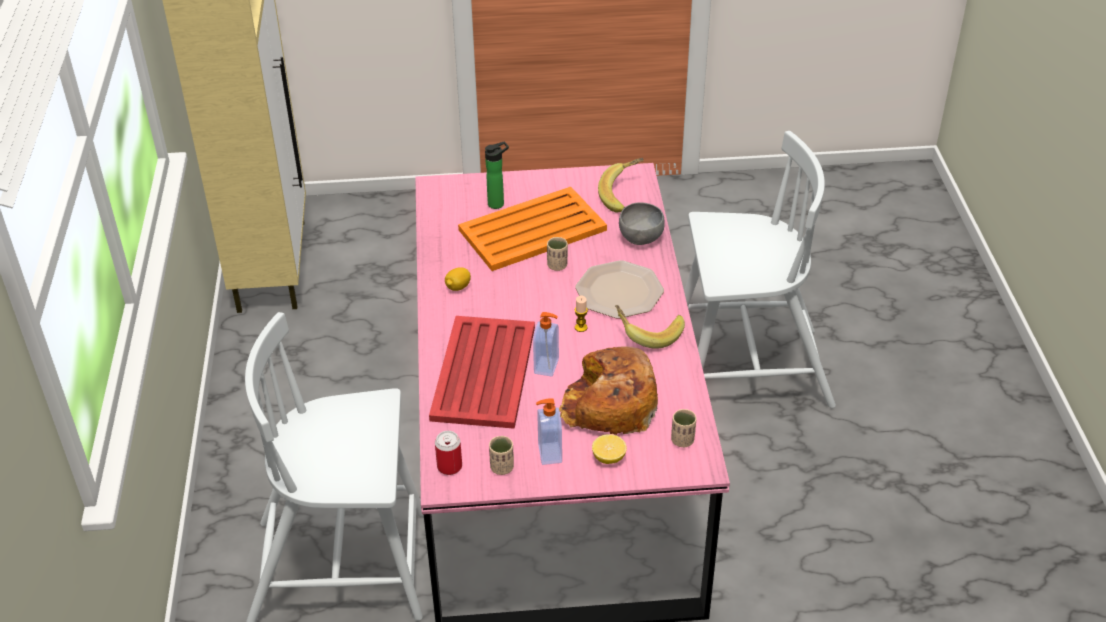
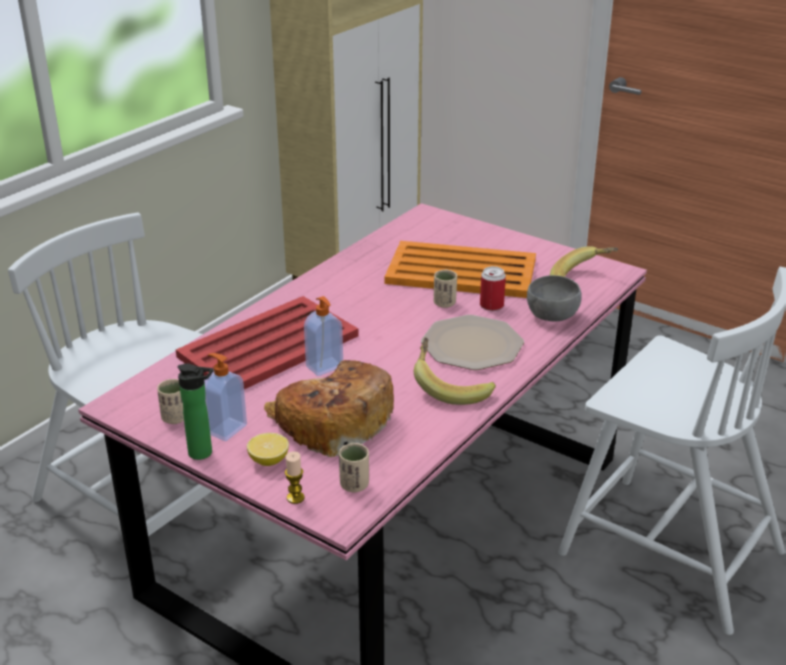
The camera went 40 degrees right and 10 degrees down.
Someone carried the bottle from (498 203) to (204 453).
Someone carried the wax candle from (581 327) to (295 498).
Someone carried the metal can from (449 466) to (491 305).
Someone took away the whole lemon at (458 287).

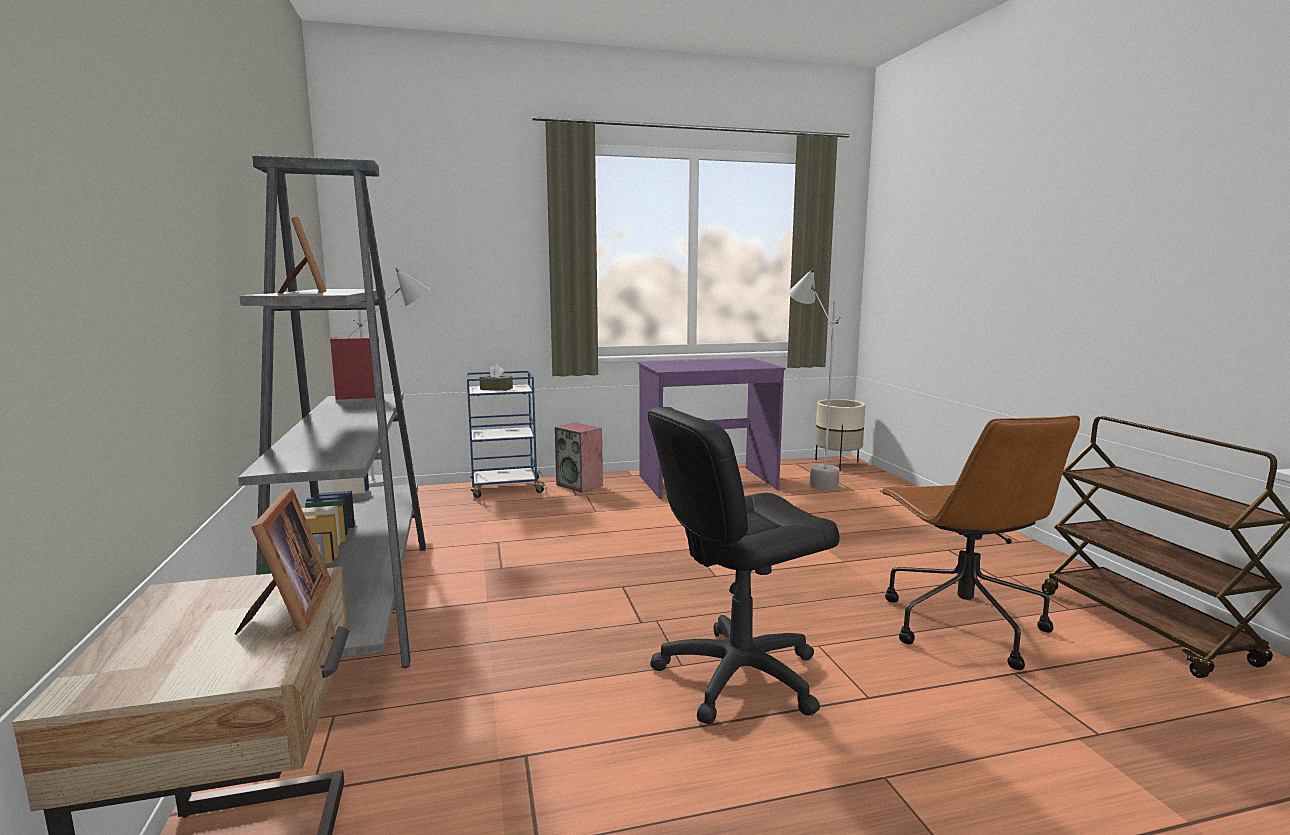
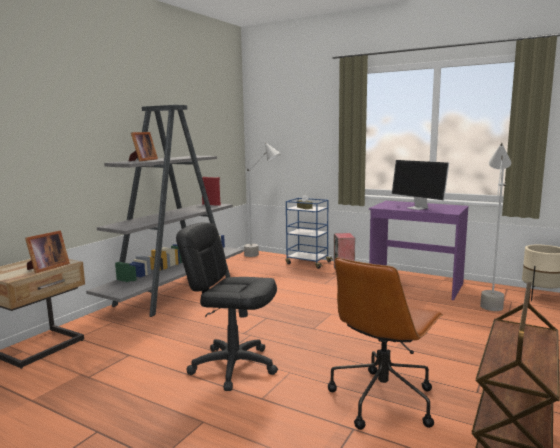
The camera went 45 degrees right and 0 degrees up.
Someone put down the computer display at (418 208).

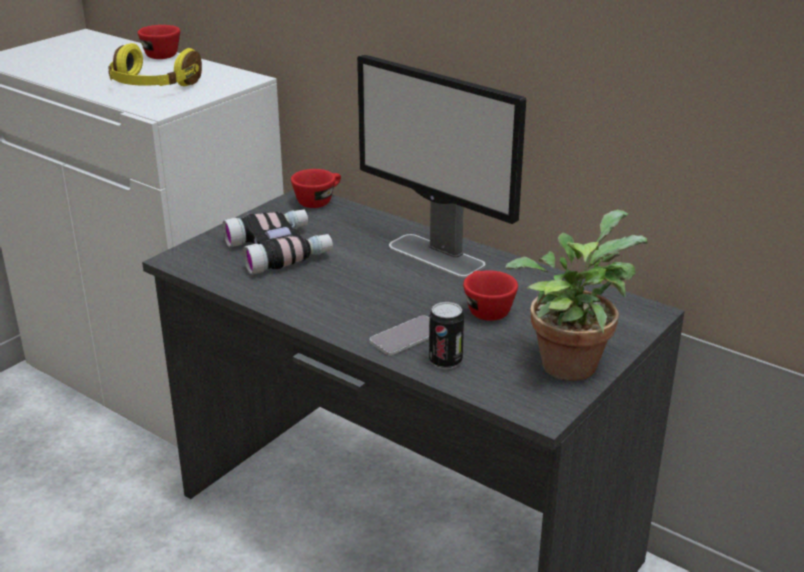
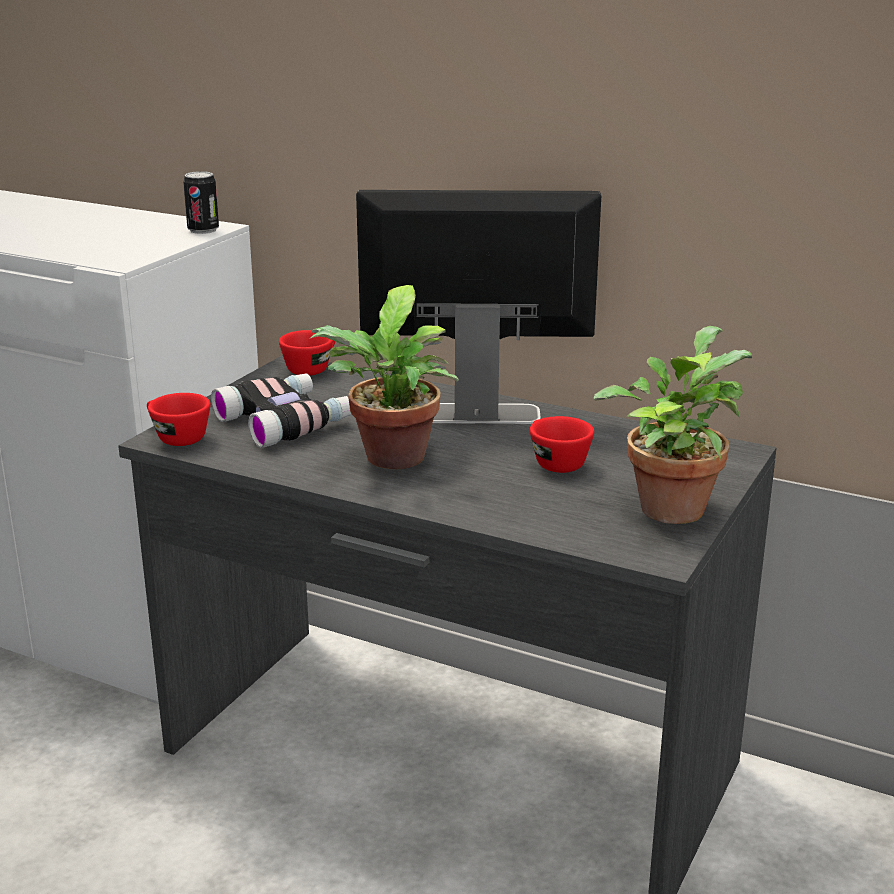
The camera went 10 degrees left and 5 degrees down.
Someone carried the red drinking cup from (158 55) to (175 437).
Someone carried the metal can from (445 361) to (203 230).
Someone put down the potted plant at (391 461).
Someone rotated the computer display at (437 256) by 150 degrees clockwise.
Someone took away the yellowish headphones at (153 86).
Someone took away the handset at (407 337).

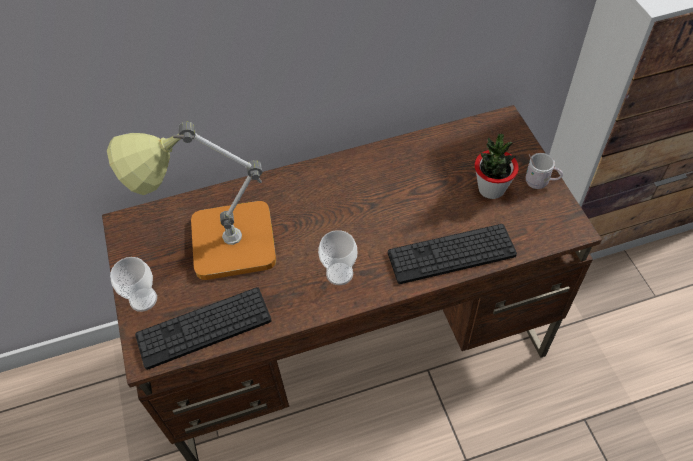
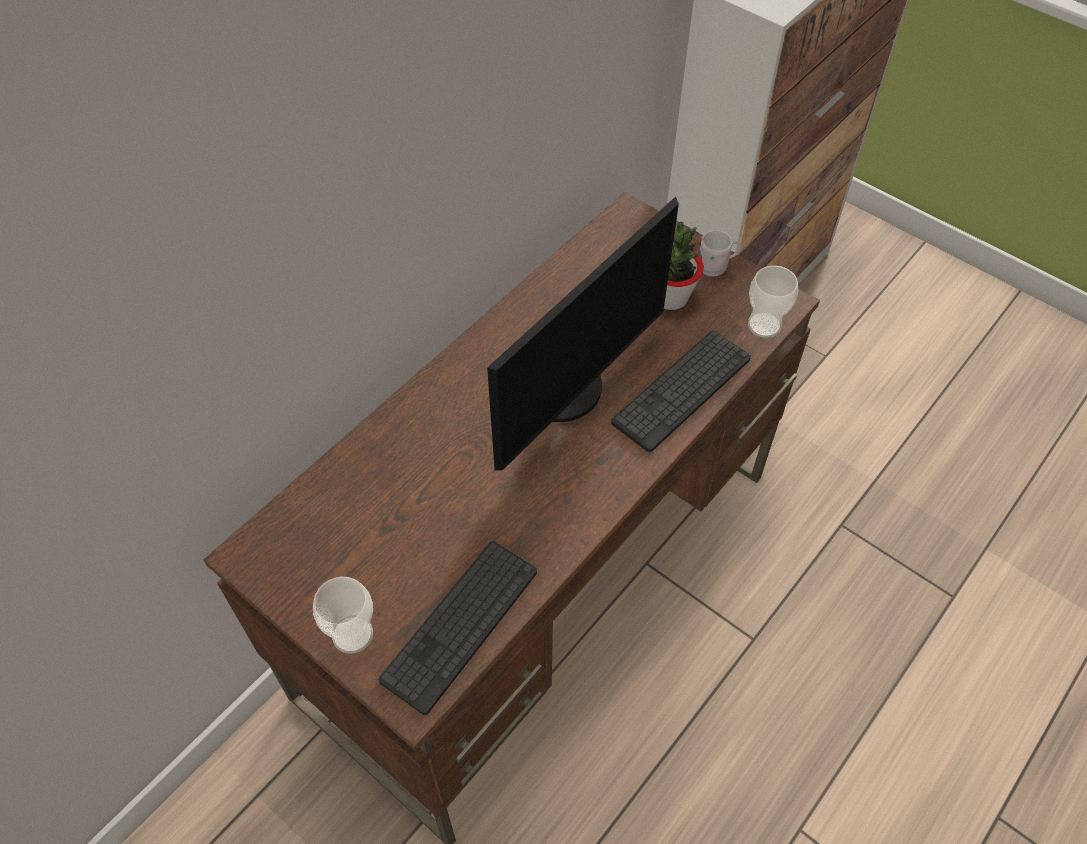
The camera went 35 degrees left and 0 degrees up.
Someone put down the computer display at (566 391).
Someone carried the drinking cup from (339 273) to (764 325).
Someone took away the tabletop lamp at (220 244).

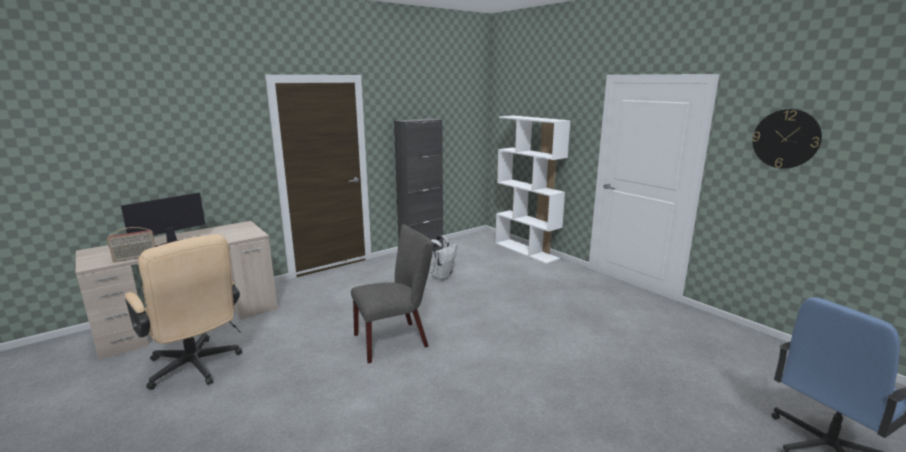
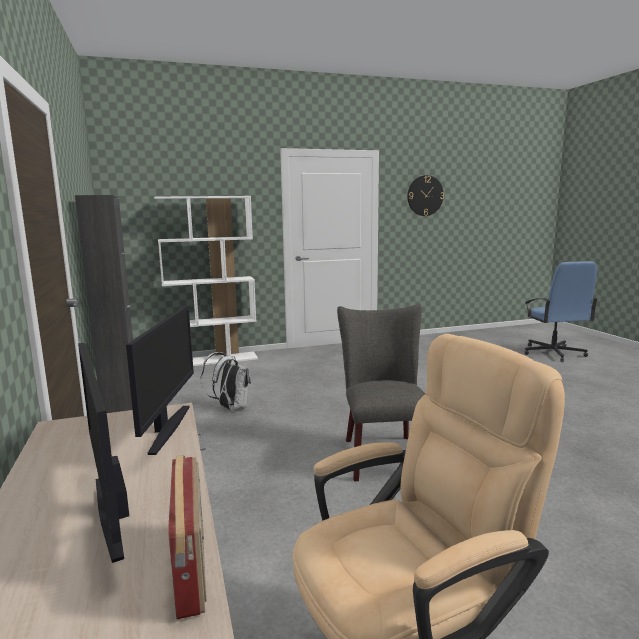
The camera went 70 degrees left and 5 degrees down.
Someone put down the computer display at (167 428).

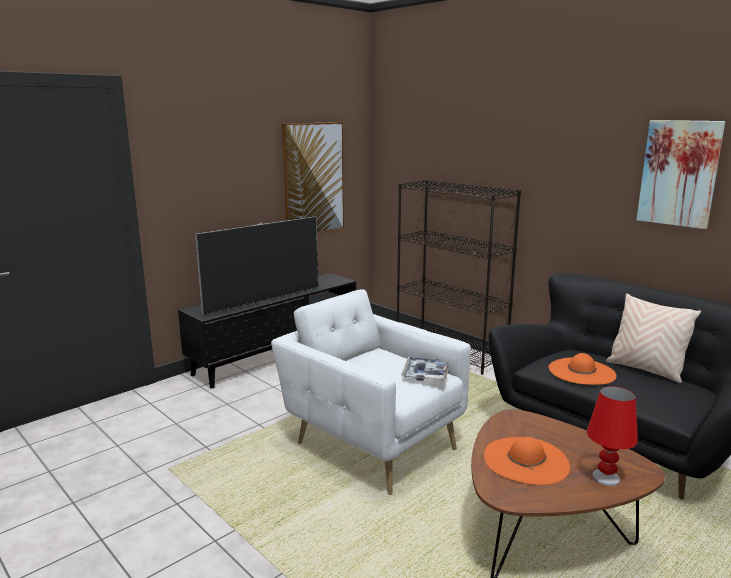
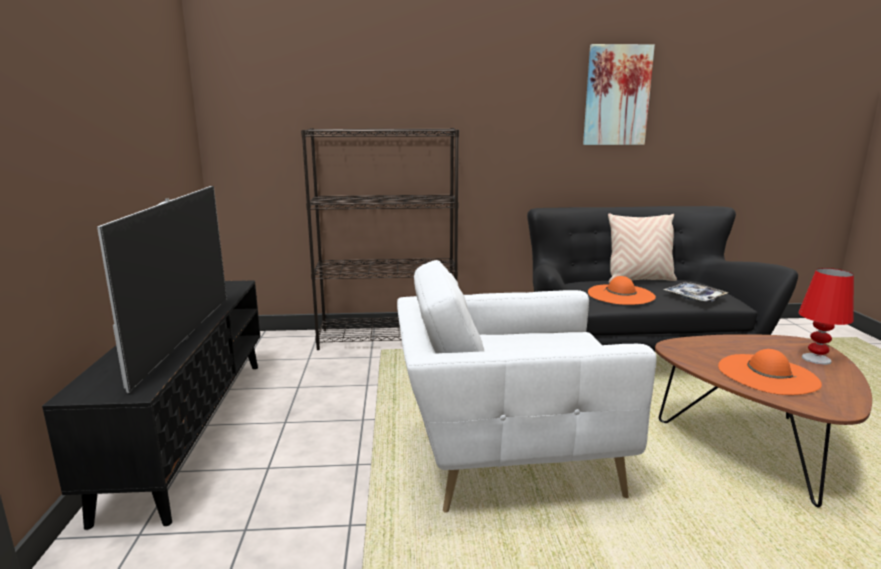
The camera went 50 degrees left and 0 degrees up.
Someone carried the carrying tray from (426 374) to (694 297).
Someone took away the picture at (313 179).

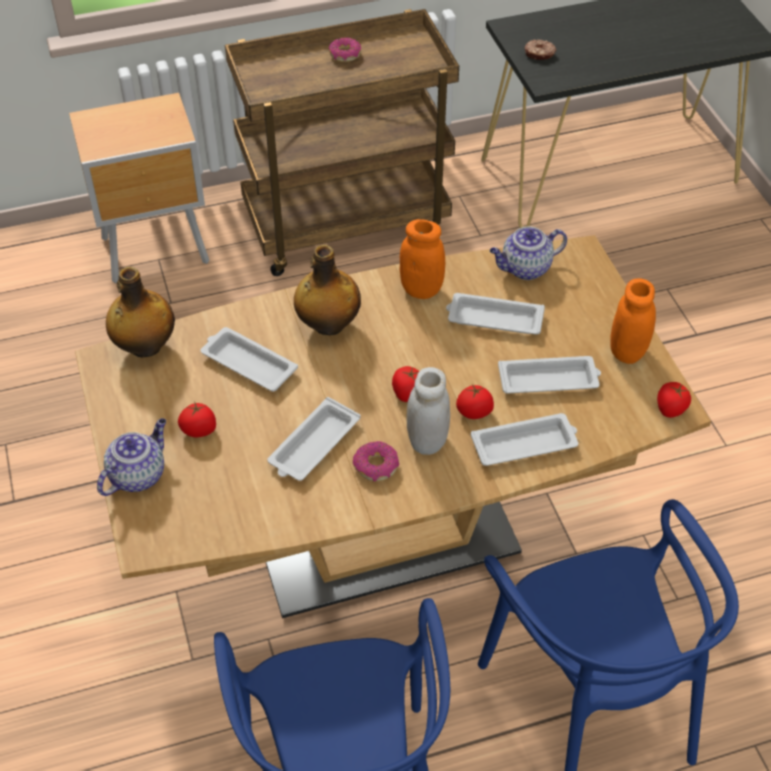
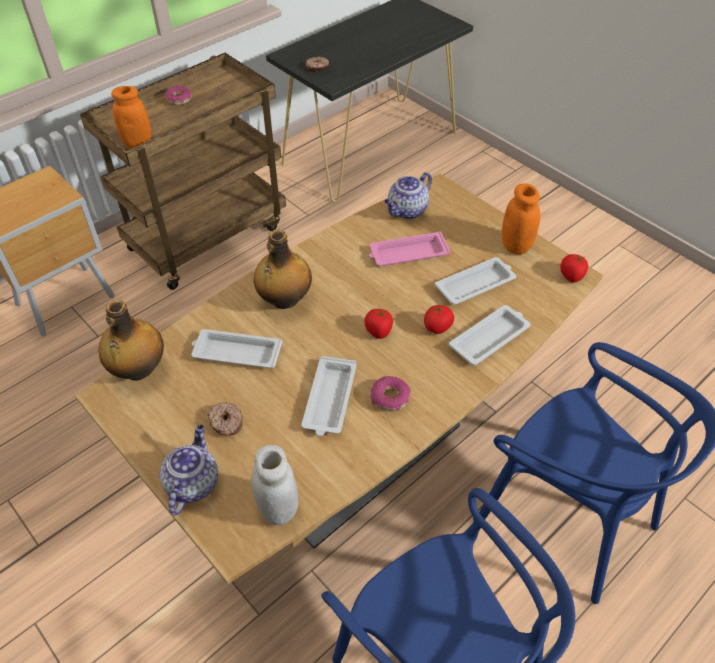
The camera went 25 degrees left and 0 degrees up.
Someone carried the orange jar from (421 289) to (138 143).
Someone swapped the tomato at (199 429) for the doughnut at (226 423).
Someone carried the white jar from (427 441) to (278 508).
Someone repainted the white carrying tray at (493 319), which became the pink-coloured carrying tray at (407 254).

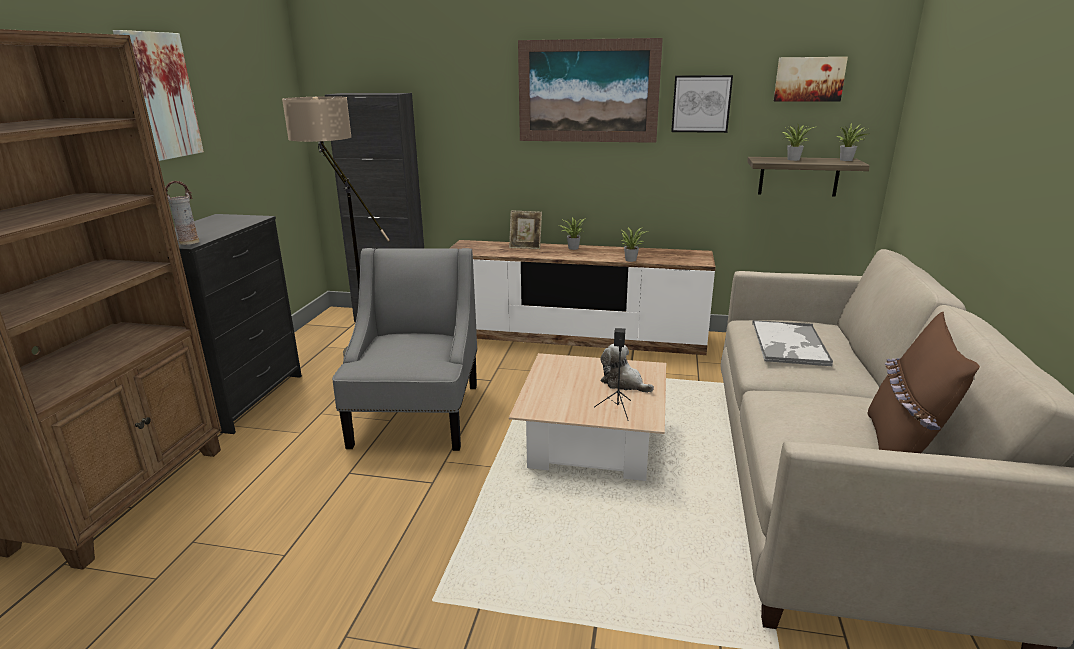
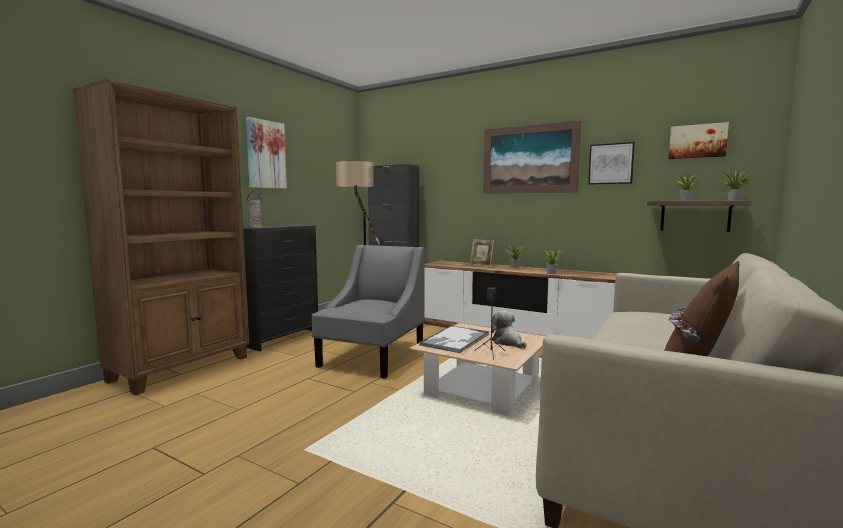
The camera went 20 degrees right and 15 degrees down.
Someone carried the carrying tray from (789 344) to (455 340).

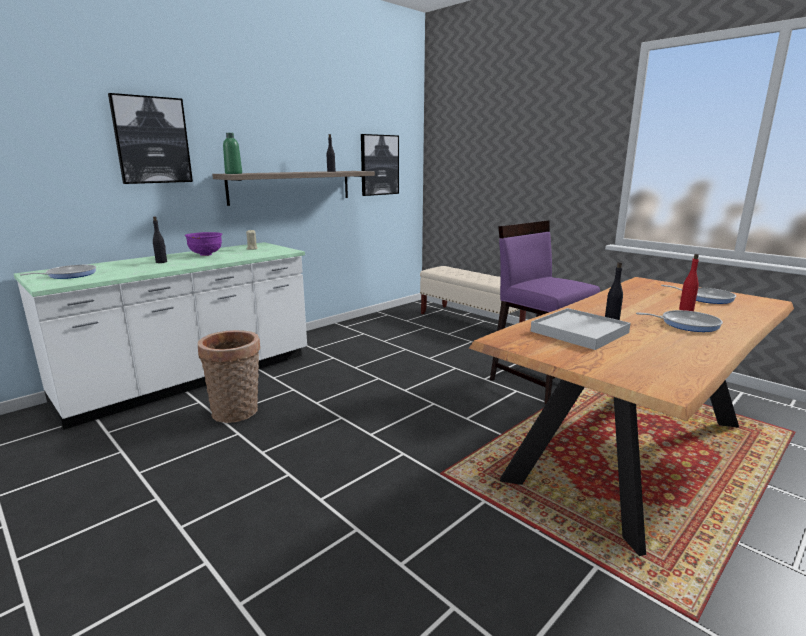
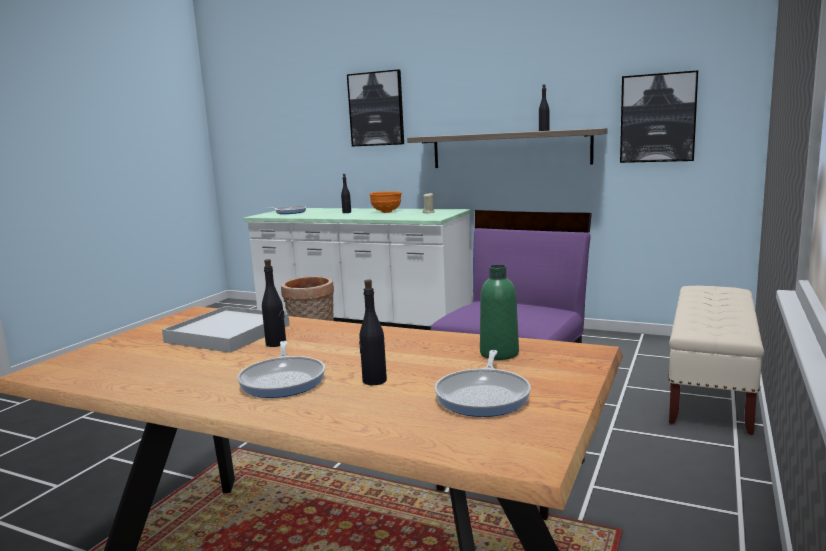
The camera went 70 degrees right and 5 degrees down.
Someone repainted the red bottle at (686 310), which became the blackish bottle at (374 381).
Someone repainted the purple-coloured serving bowl at (206 254), which became the orange serving bowl at (386 212).
Someone carried the greenish bottle from (233 173) to (499 354).

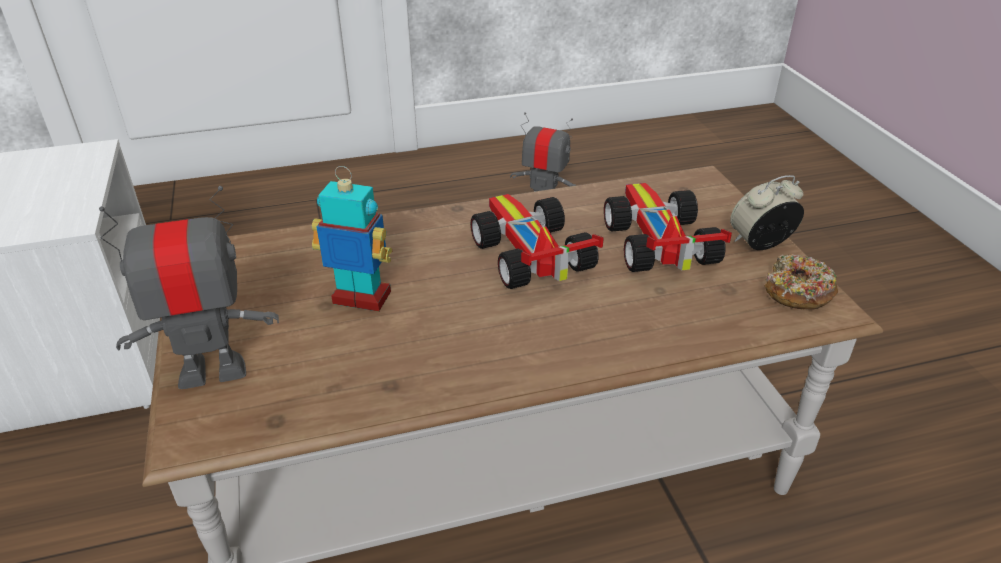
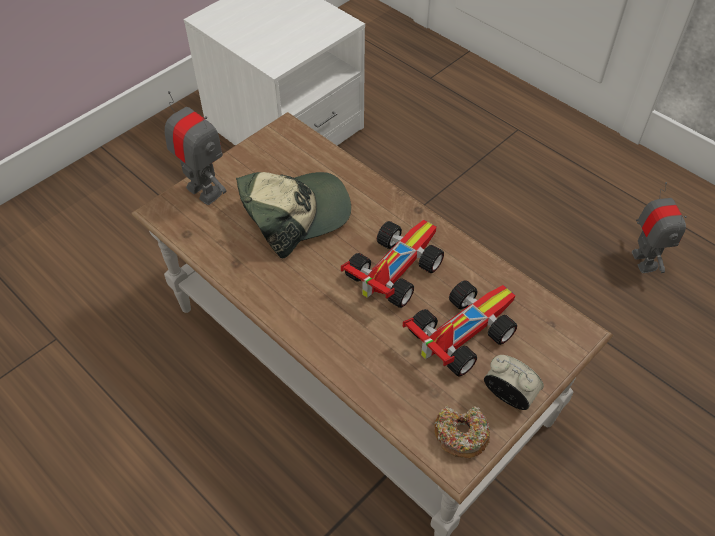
The camera went 60 degrees right and 15 degrees up.
Someone swapped the robot figure at (361 299) for the peaked cap at (295 214).

